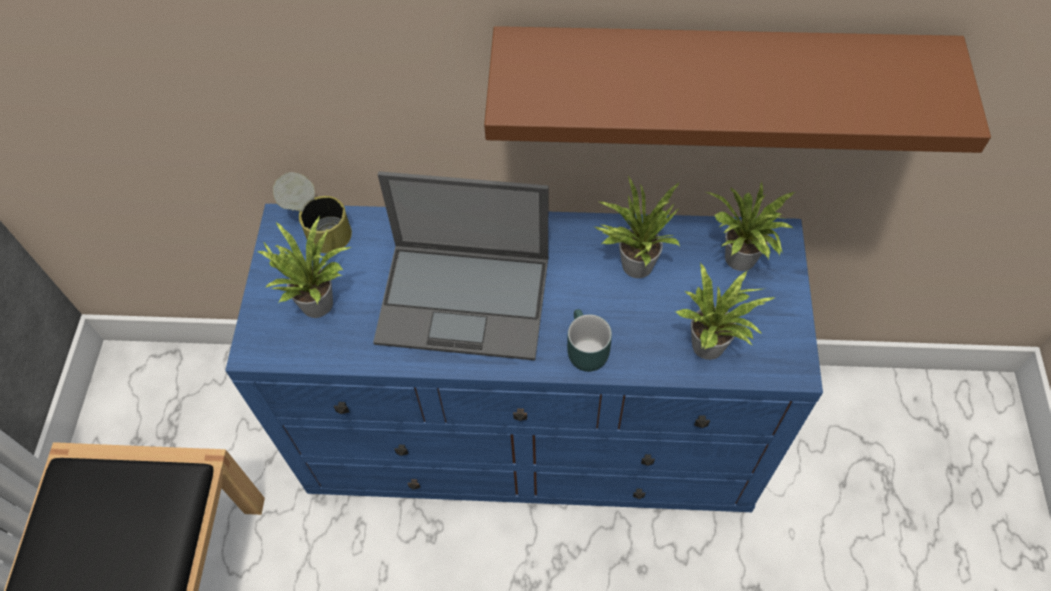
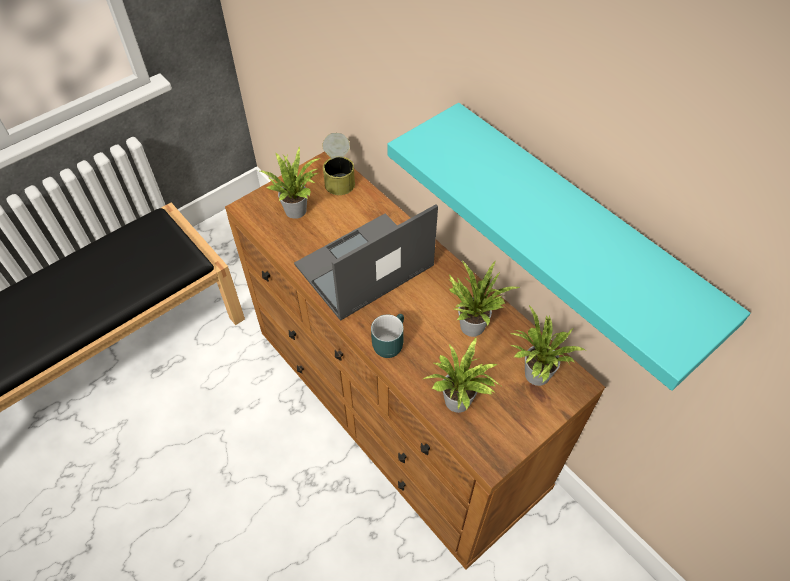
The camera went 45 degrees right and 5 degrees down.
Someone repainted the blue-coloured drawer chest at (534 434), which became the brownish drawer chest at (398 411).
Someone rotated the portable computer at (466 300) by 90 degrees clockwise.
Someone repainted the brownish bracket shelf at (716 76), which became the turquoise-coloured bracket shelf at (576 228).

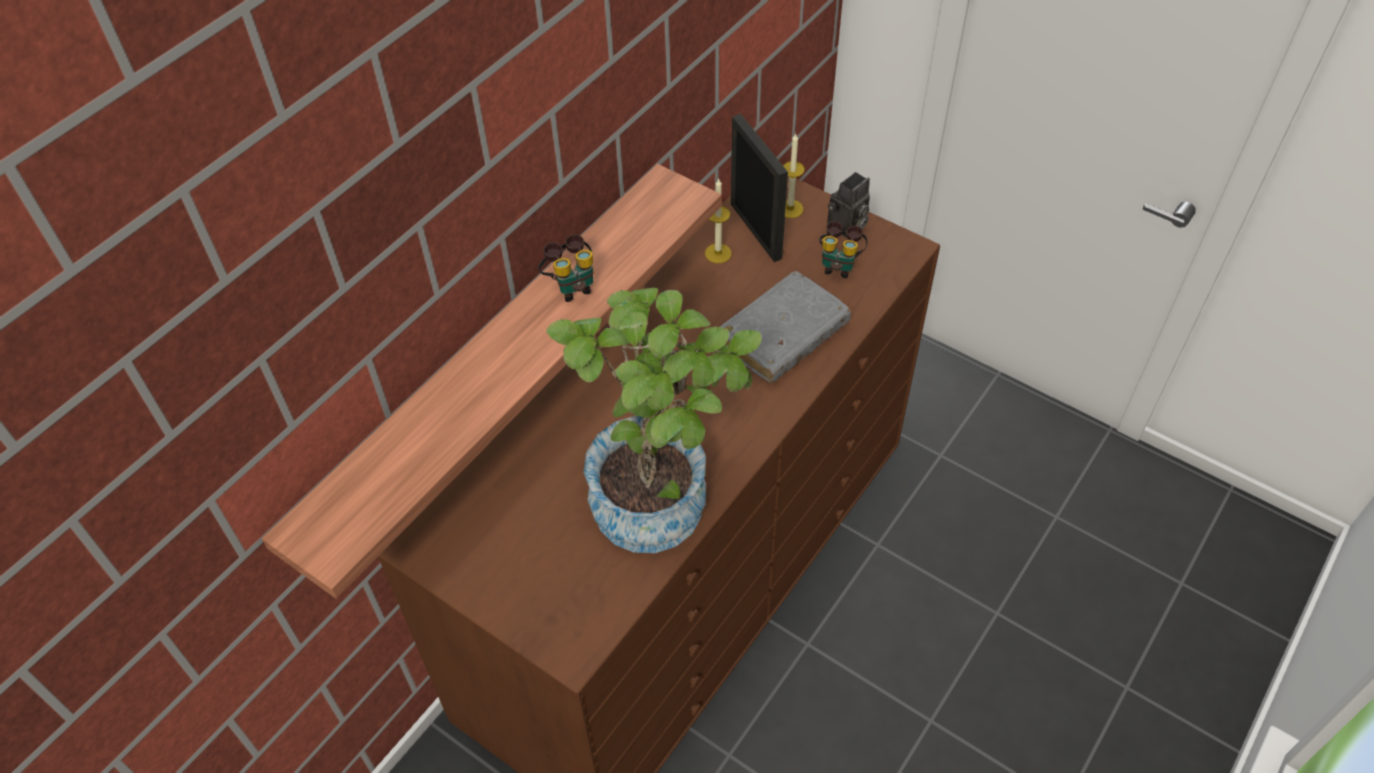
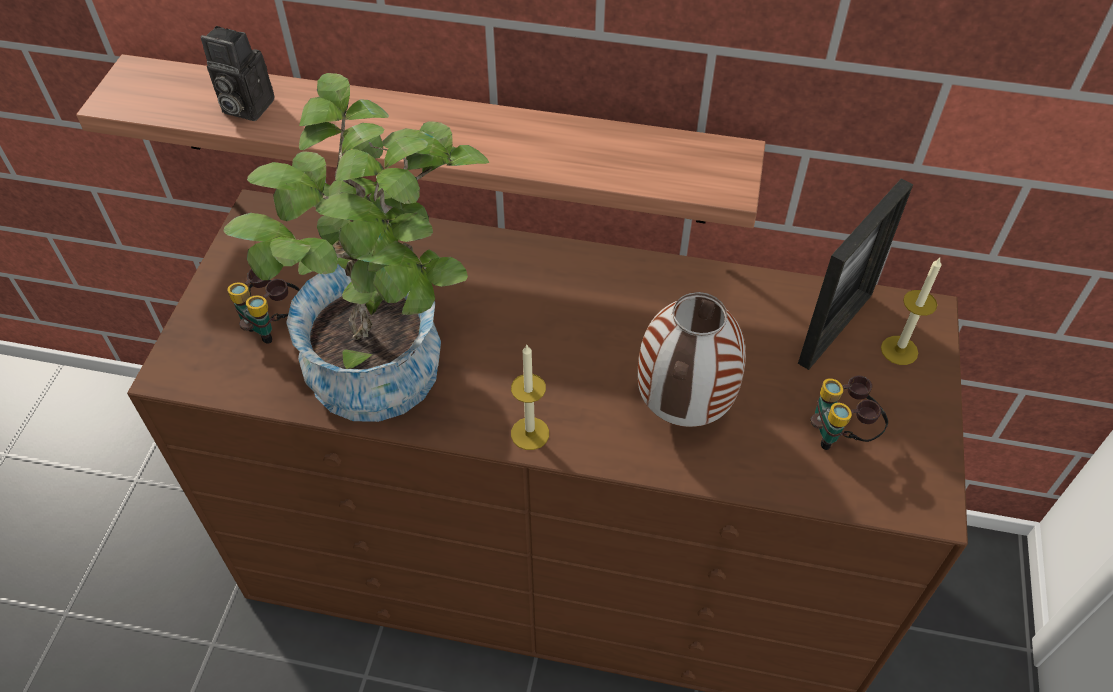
The camera went 65 degrees right and 0 degrees up.
Someone carried the still camera from (847 227) to (244 107).
Someone carried the field glasses from (571 286) to (274 324).
Someone carried the wax candle from (718 253) to (530 433).
Someone swapped the gray book at (783 336) for the decorative vase at (684 411).

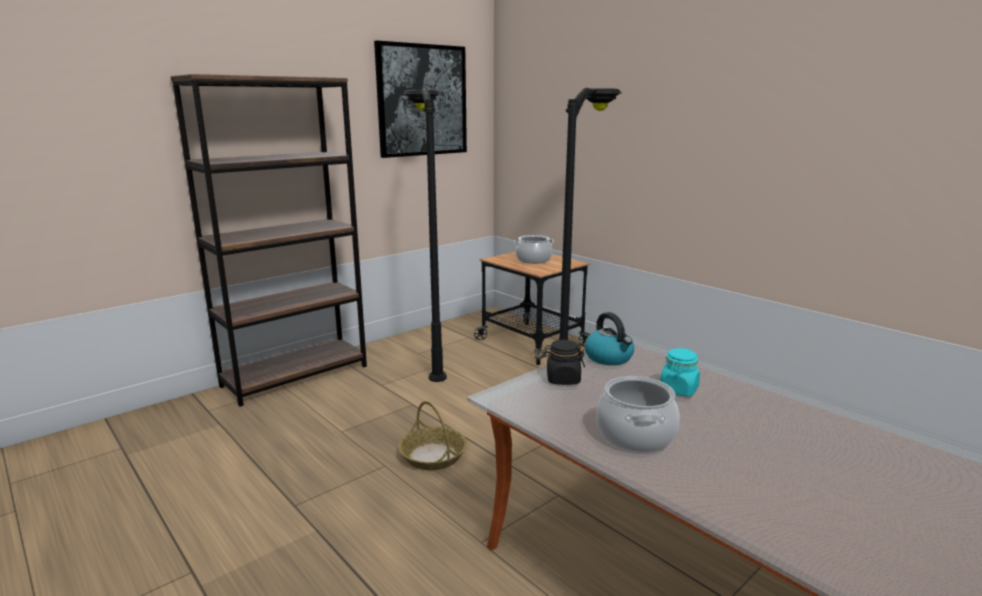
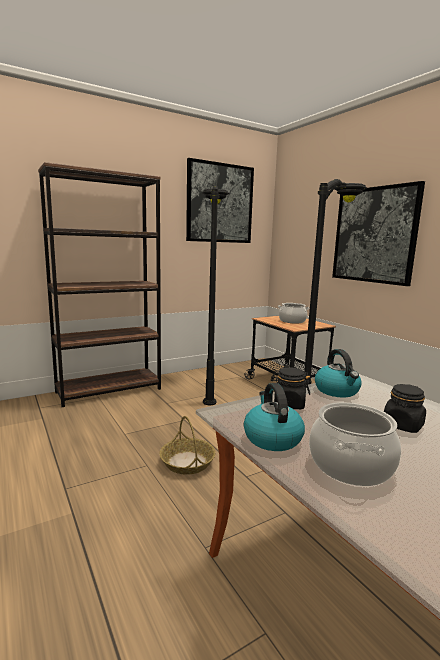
The camera went 10 degrees right and 5 degrees down.
Someone put down the water kettle at (272 438).
Someone put up the picture at (374 235).
Someone repainted the turquoise-coloured jar at (678 390), which became the blackish jar at (402 425).

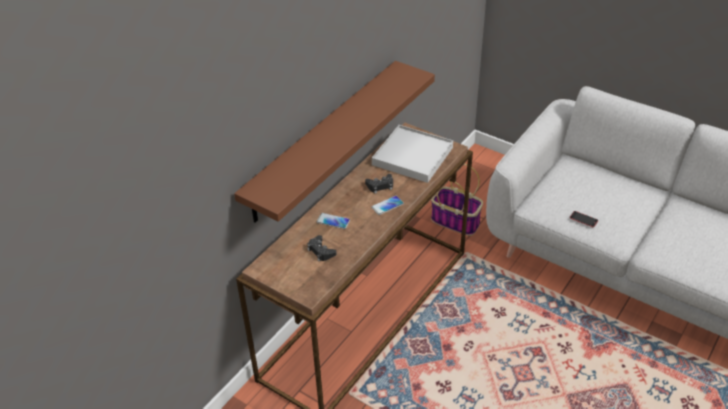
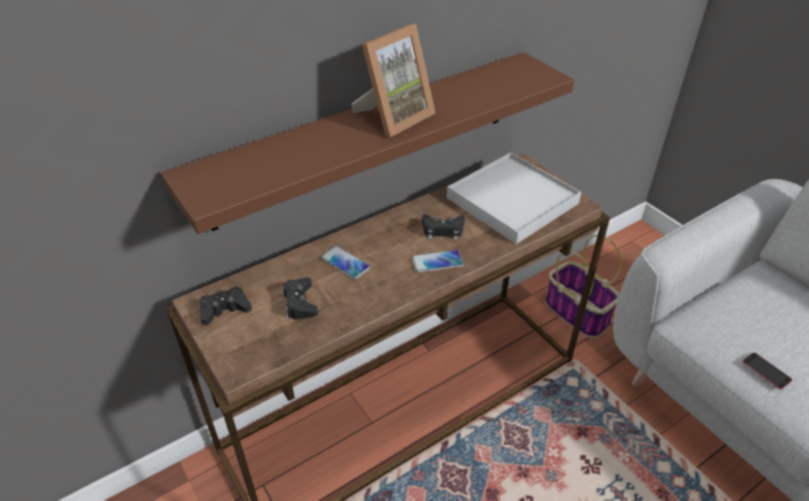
The camera went 20 degrees right and 0 degrees up.
Someone put down the blackish joypad at (225 310).
Someone put down the photo frame at (394 117).

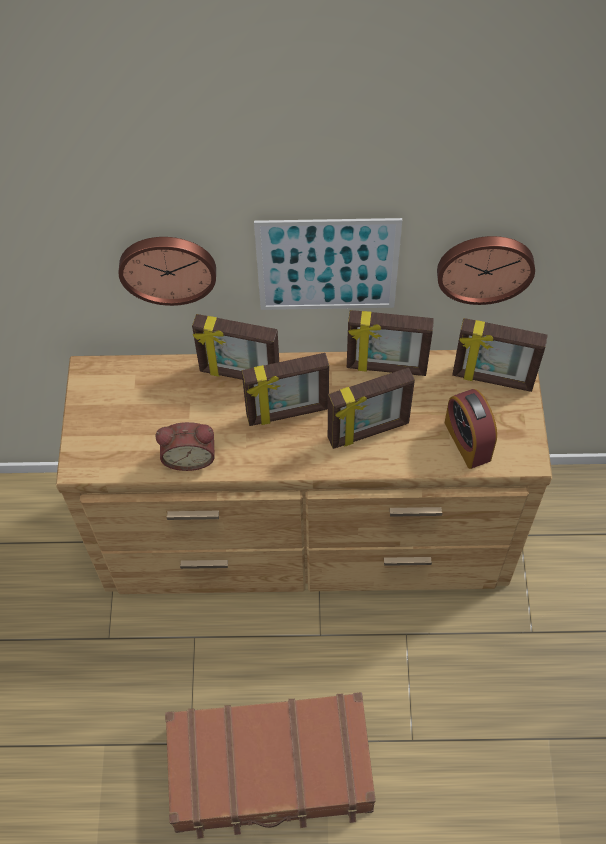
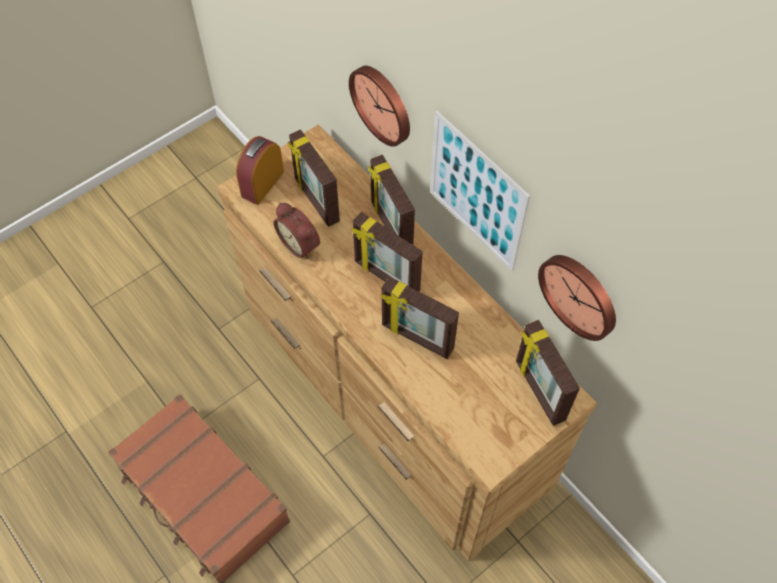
The camera went 50 degrees right and 0 degrees up.
Someone carried the alarm clock from (467 441) to (262 183).
Someone carried the photo frame from (386 368) to (316 201).

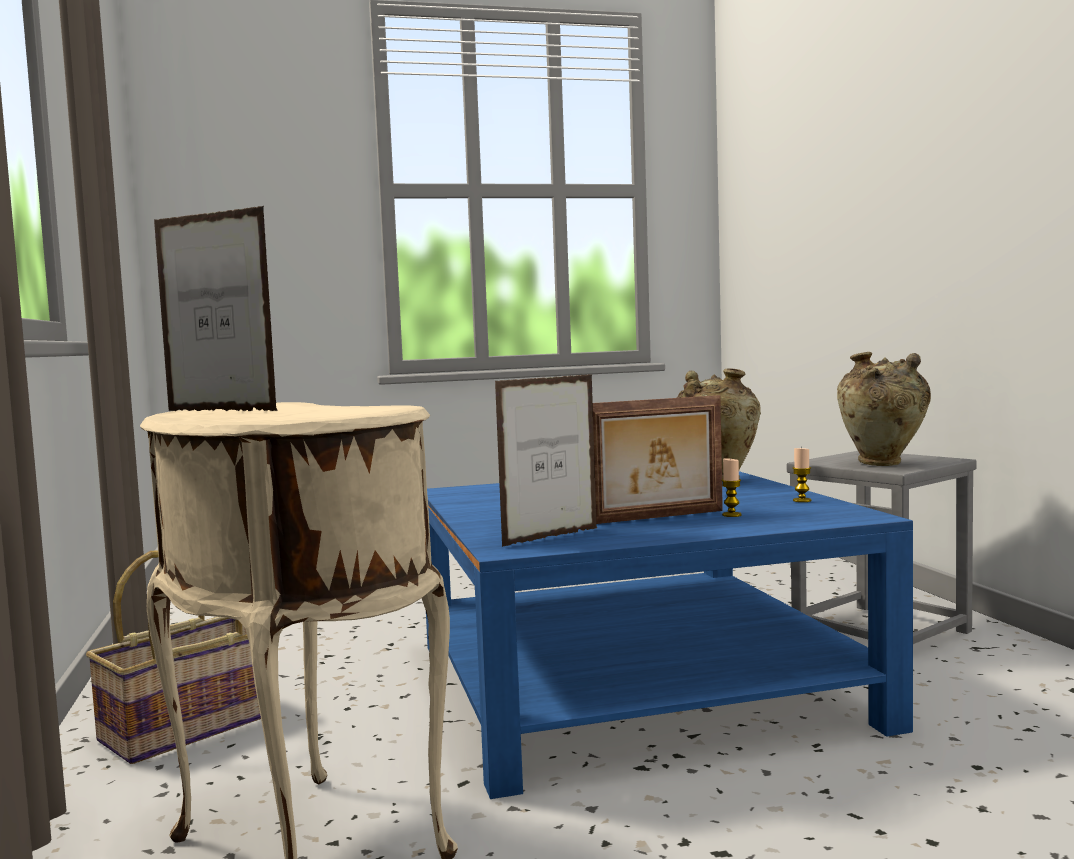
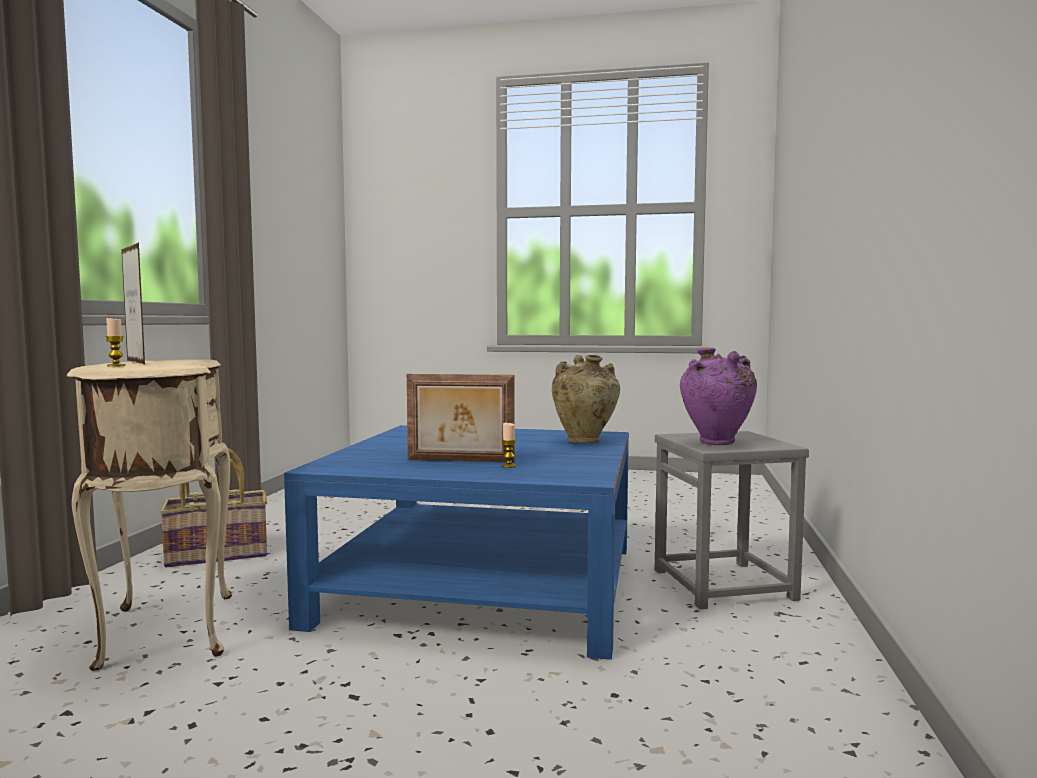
The camera went 25 degrees right and 0 degrees up.
Someone carried the wax candle from (802 500) to (116 366).
Someone repainted the sand-coloured decorative vase at (883 464), which became the purple-coloured decorative vase at (716 443).
Someone took away the photo frame at (551 537).

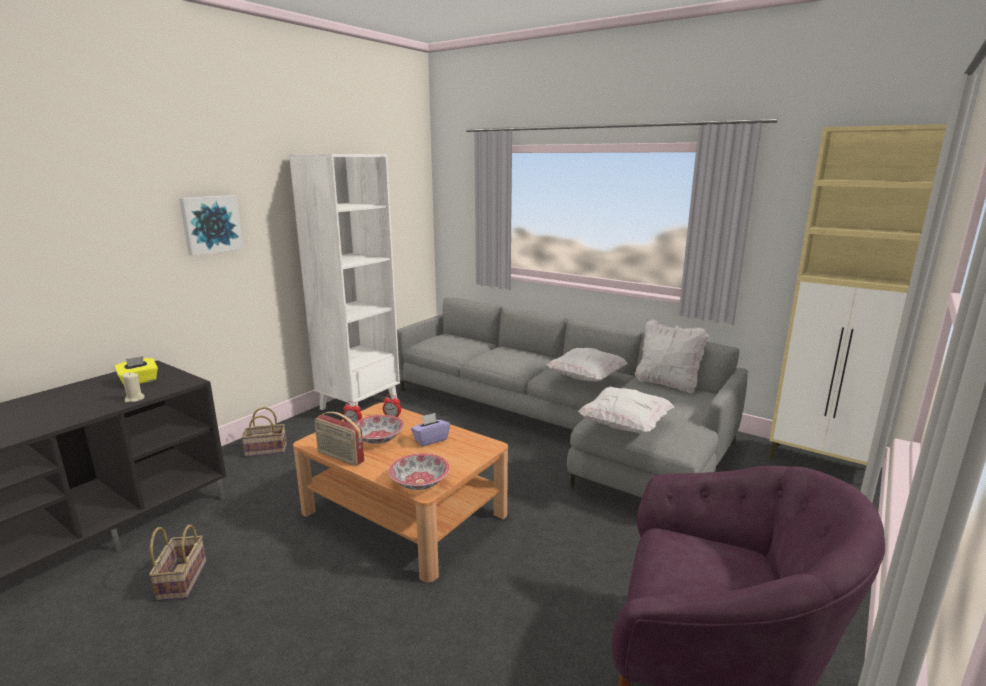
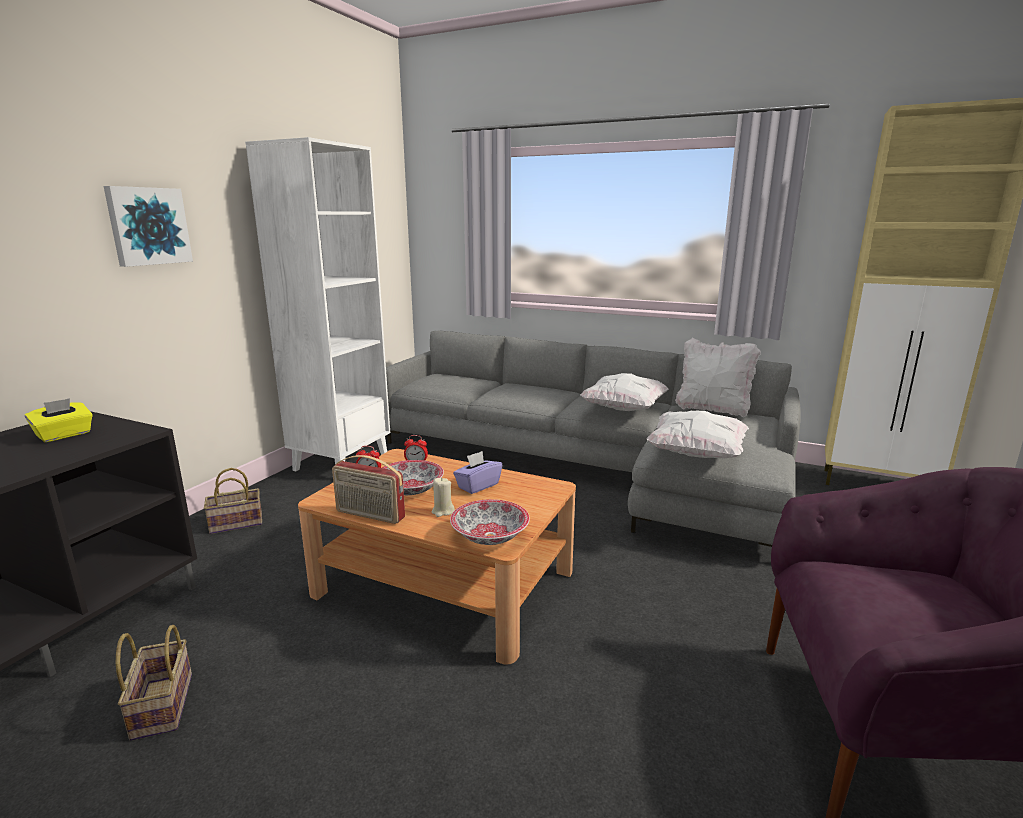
The camera went 10 degrees left and 0 degrees up.
Someone carried the sand-coloured wax candle from (134 399) to (442 511).

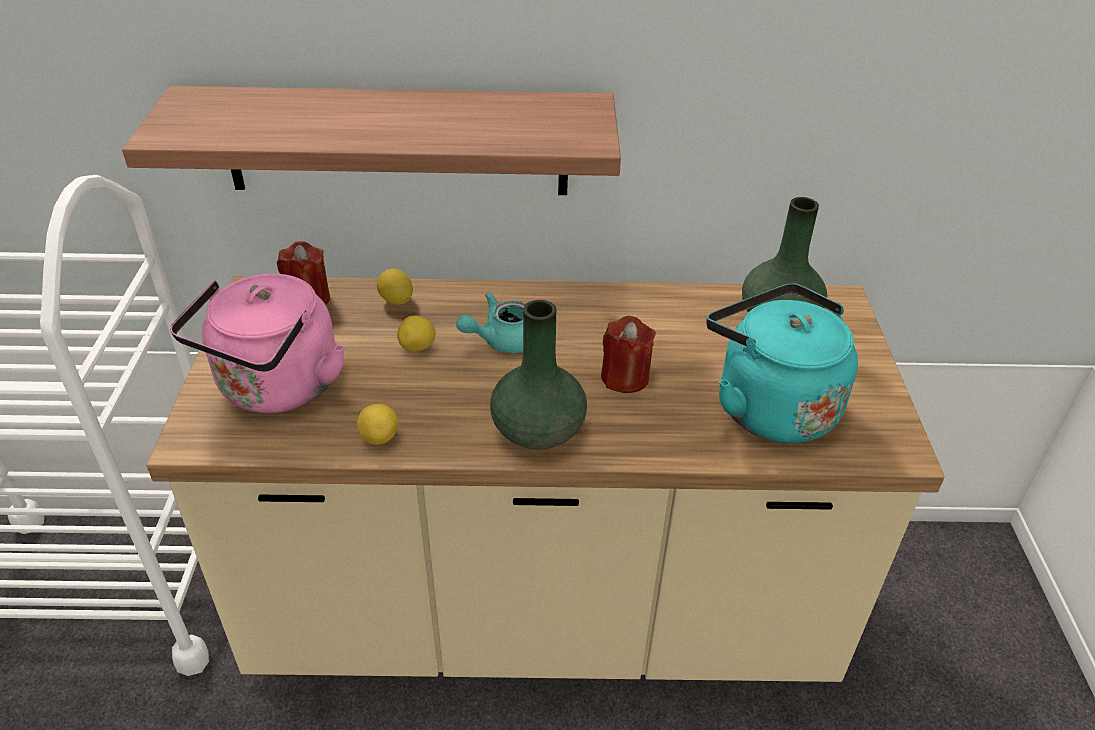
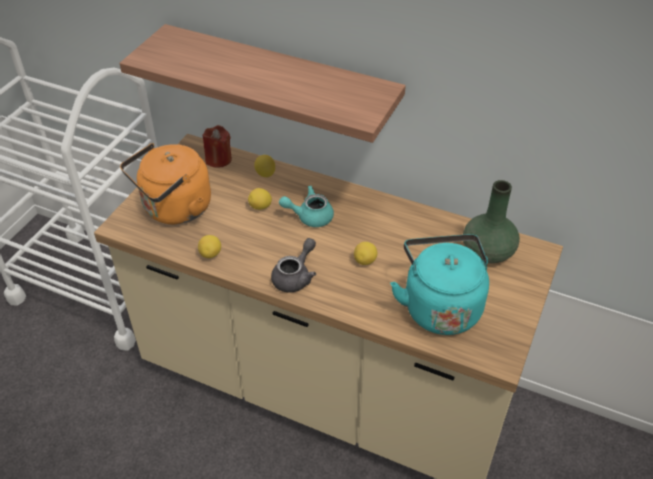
The camera went 25 degrees right and 5 degrees up.
Someone repainted the pink-coloured water kettle at (276 389), which became the orange water kettle at (174 209).
Someone swapped the greenish decorative vase at (537 430) for the gray pot for tea at (295 276).
Someone swapped the red wax candle at (625 377) for the whole lemon at (365 261).

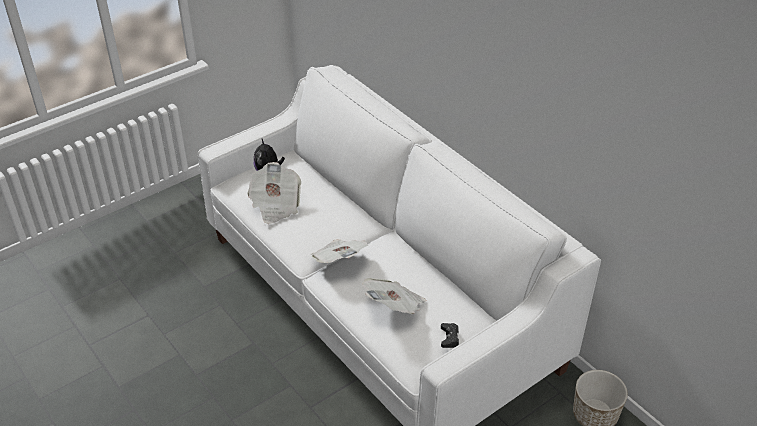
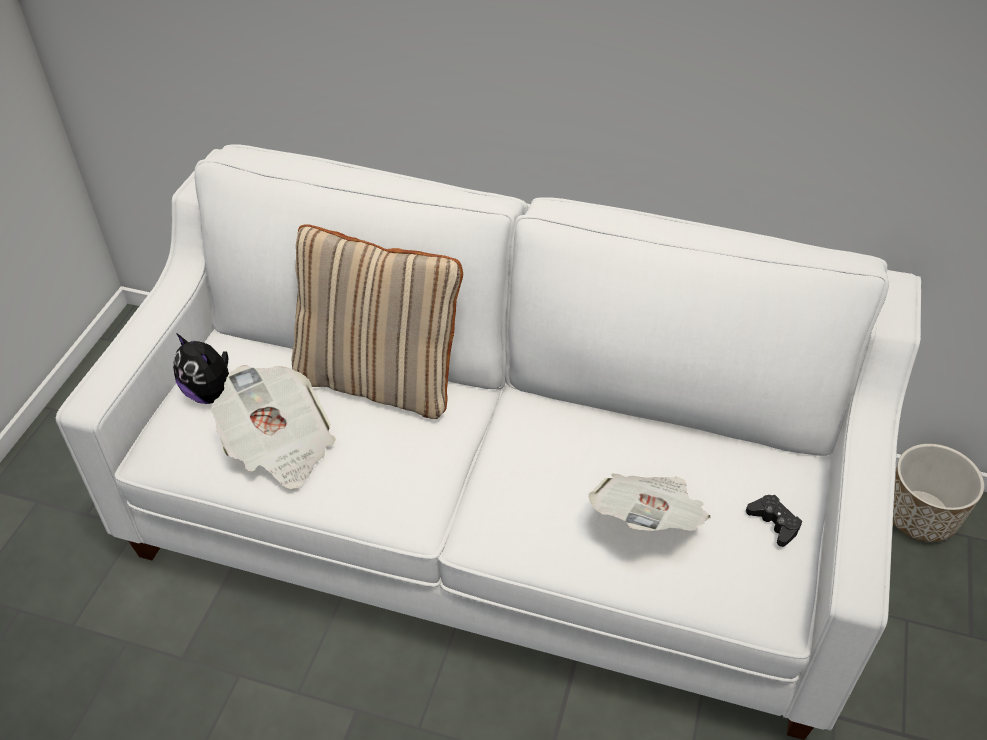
The camera went 35 degrees left and 5 degrees up.
Someone put down the sand-coloured pillow at (380 379).
Someone took away the printed paper at (339 261).

